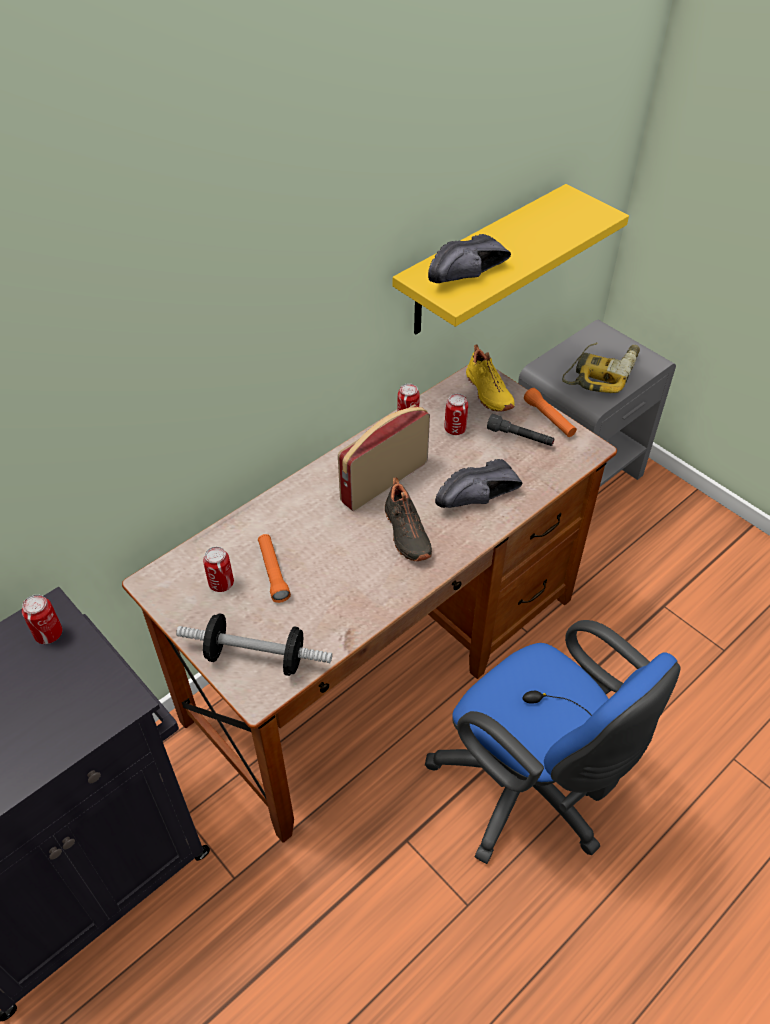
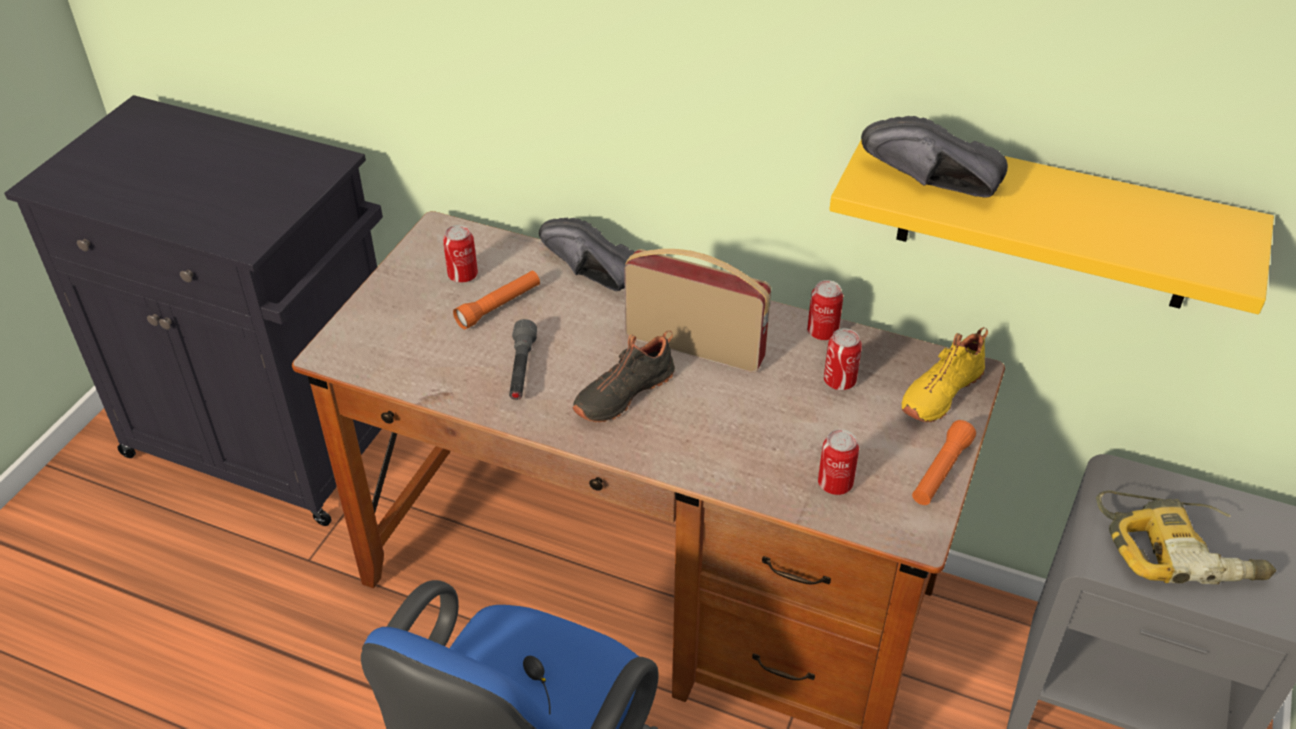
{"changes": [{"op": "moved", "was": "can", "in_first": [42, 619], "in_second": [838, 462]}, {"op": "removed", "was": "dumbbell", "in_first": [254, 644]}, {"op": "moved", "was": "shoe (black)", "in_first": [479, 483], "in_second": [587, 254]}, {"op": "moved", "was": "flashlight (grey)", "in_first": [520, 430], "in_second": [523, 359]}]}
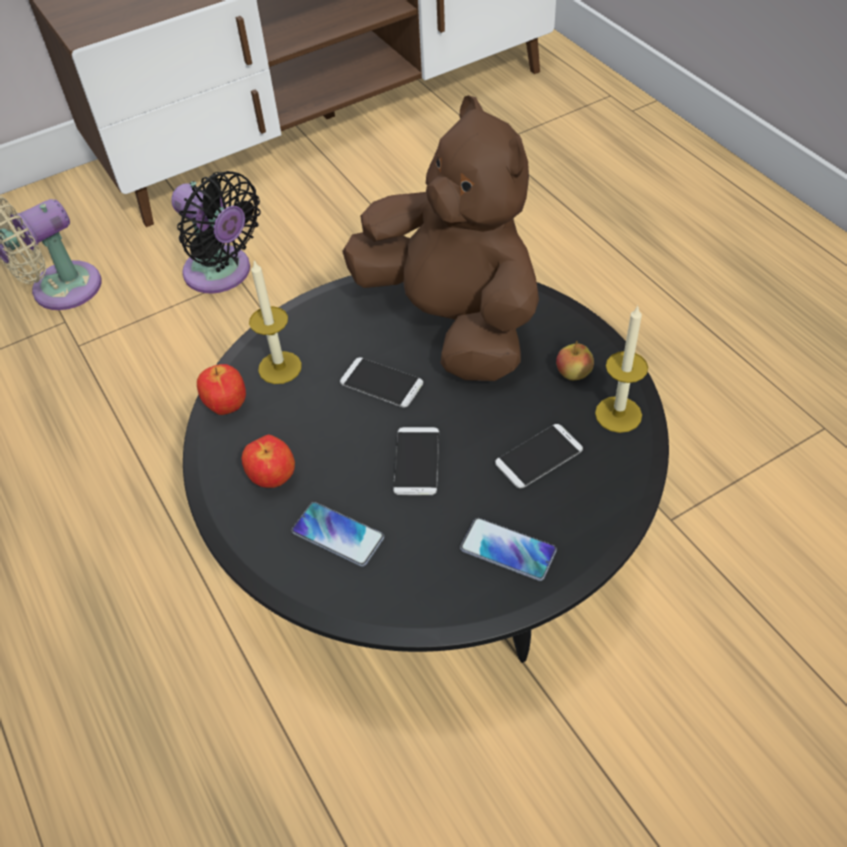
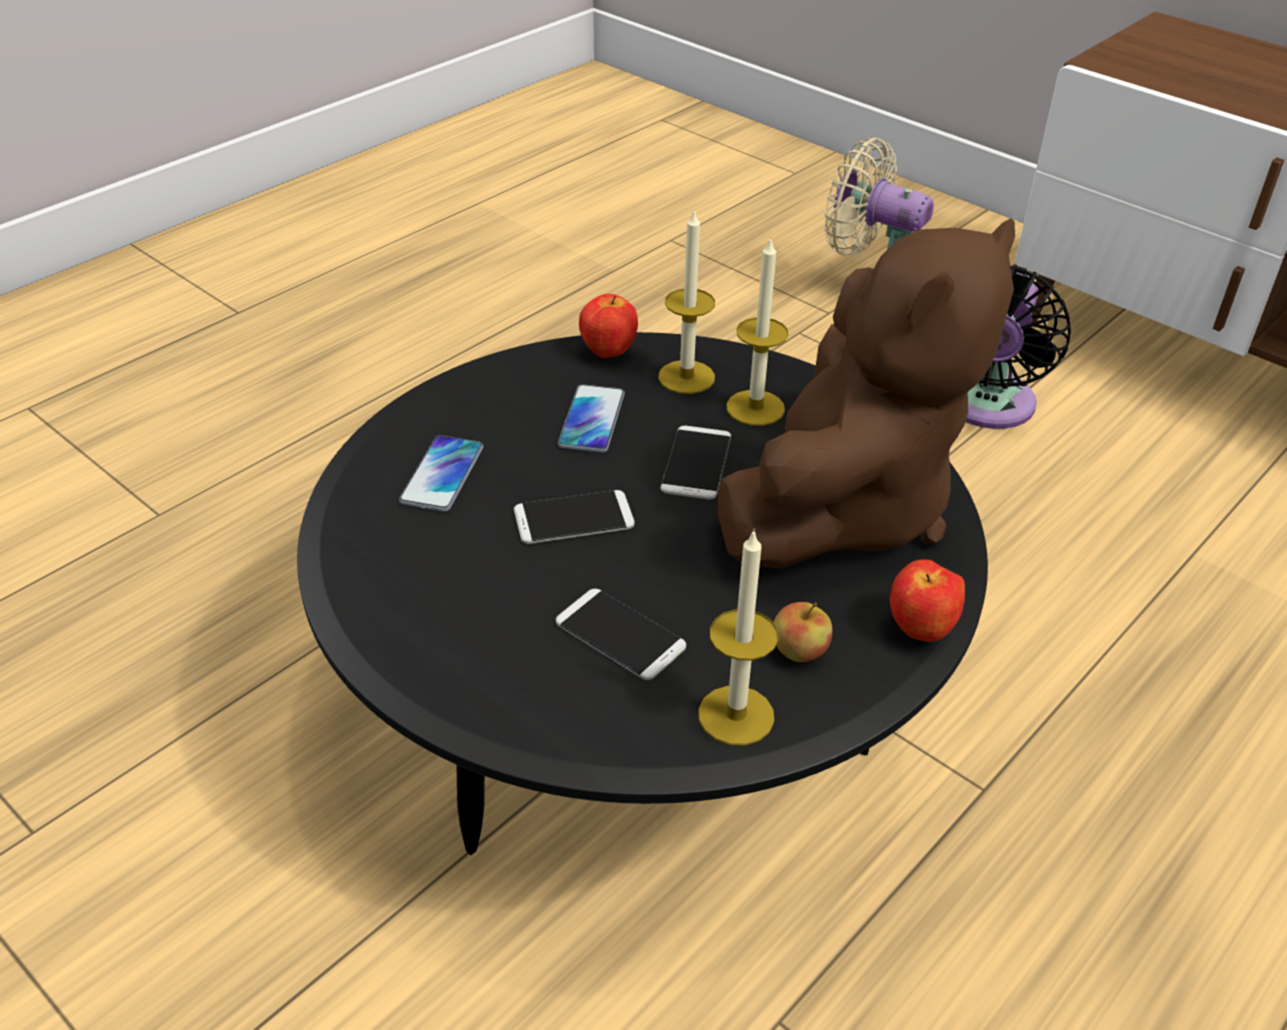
{"changes": [{"op": "moved", "was": "apple", "in_first": [268, 461], "in_second": [927, 601]}, {"op": "moved", "was": "phone", "in_first": [508, 549], "in_second": [591, 418]}, {"op": "added", "now": "candle", "in_second": [757, 332]}]}
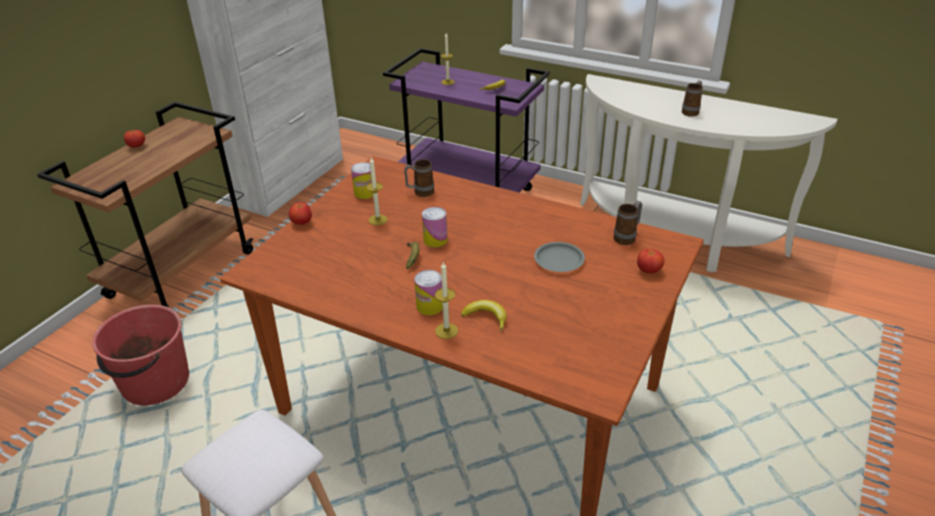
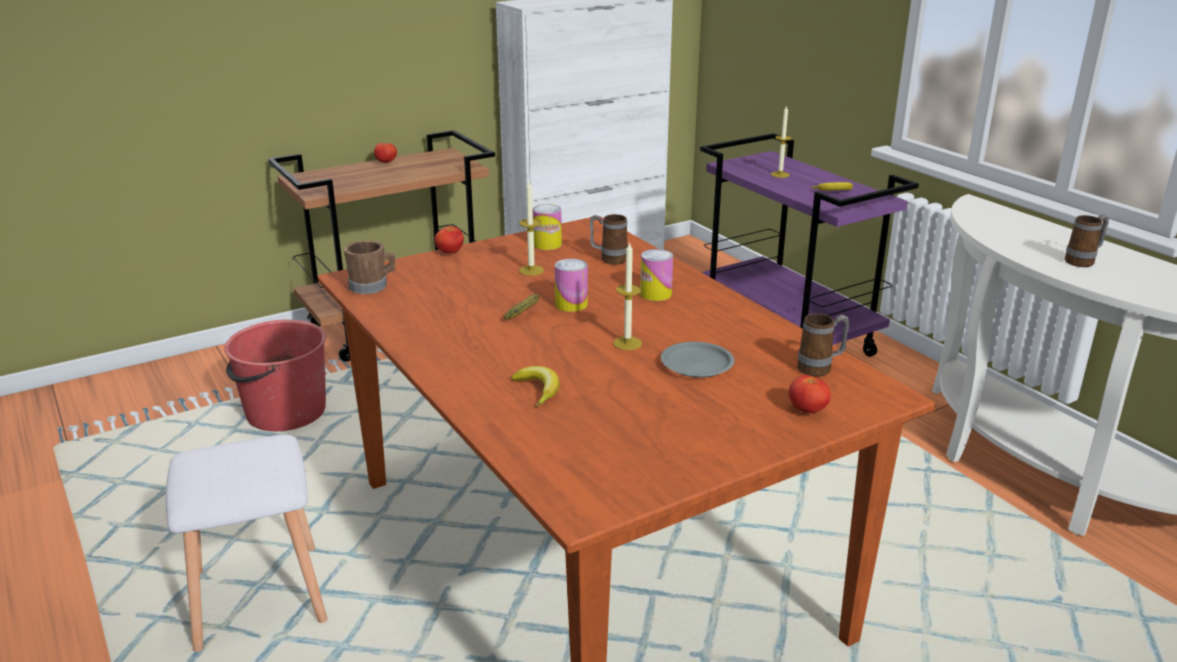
{"changes": [{"op": "moved", "was": "can", "in_first": [428, 292], "in_second": [656, 275]}, {"op": "moved", "was": "candle", "in_first": [446, 300], "in_second": [627, 296]}, {"op": "added", "now": "mug (brown)", "in_second": [369, 267]}]}
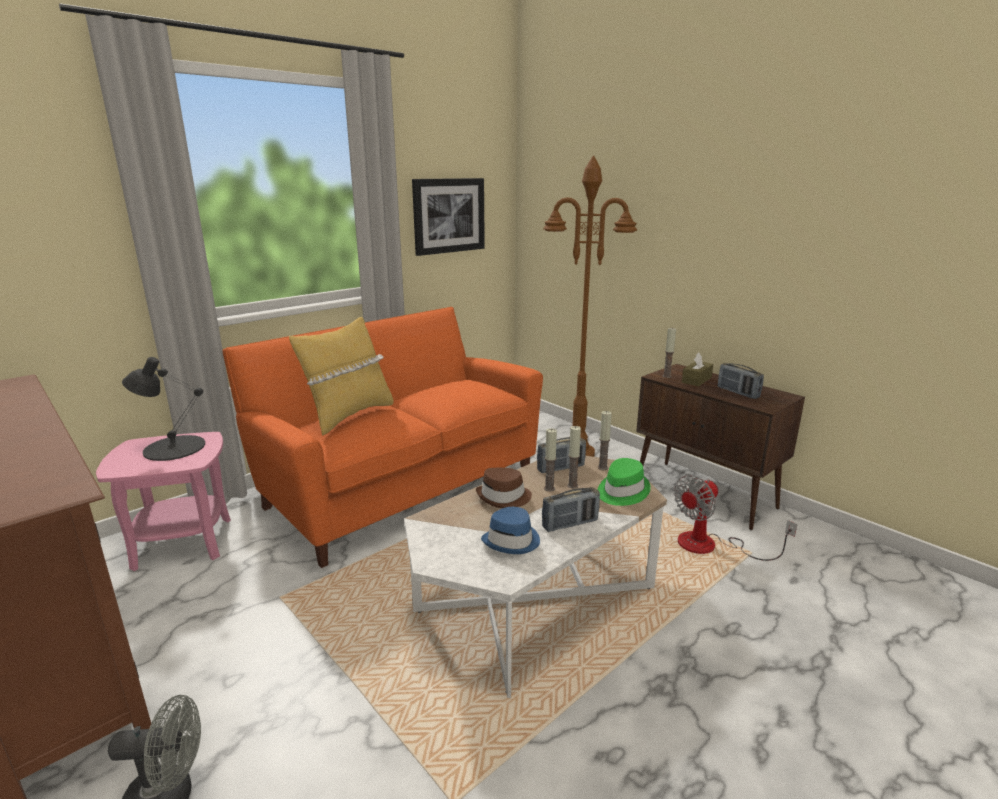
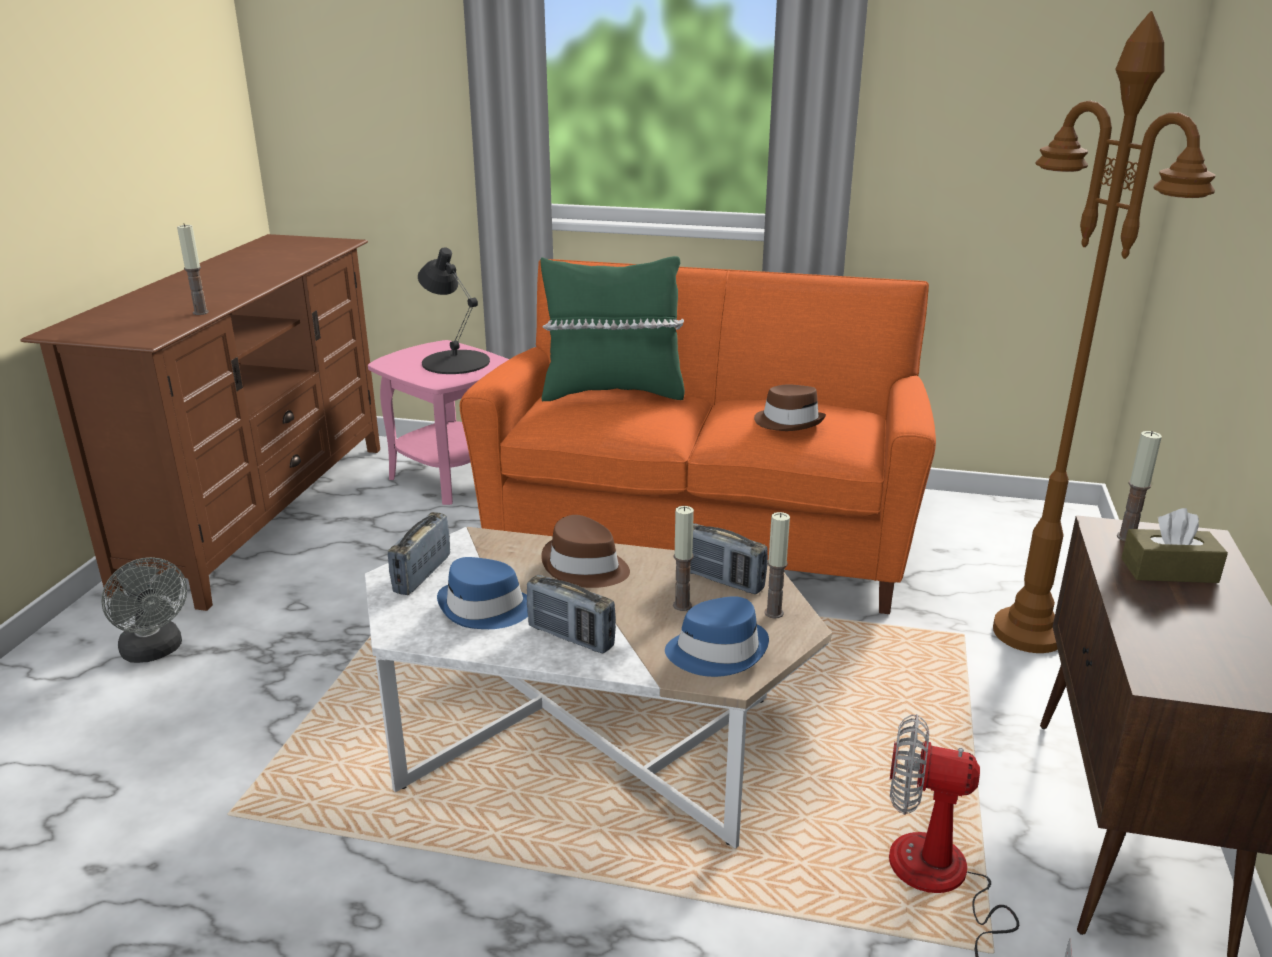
{"changes": [{"op": "recoloured", "was": "pillow (yellow)", "now": "pillow (green)", "in_first": [341, 376], "in_second": [612, 328]}, {"op": "removed", "was": "picture", "in_first": [448, 217]}, {"op": "moved", "was": "candle", "in_first": [550, 459], "in_second": [193, 269]}, {"op": "recoloured", "was": "hat (green)", "now": "hat (blue)", "in_first": [624, 482], "in_second": [717, 636]}, {"op": "moved", "was": "radio", "in_first": [741, 381], "in_second": [419, 553]}, {"op": "added", "now": "hat (brown)", "in_second": [790, 407]}]}
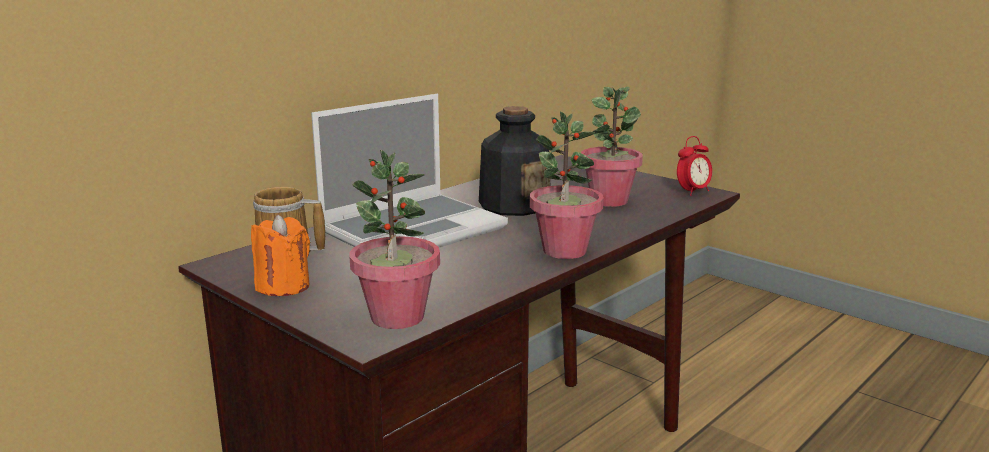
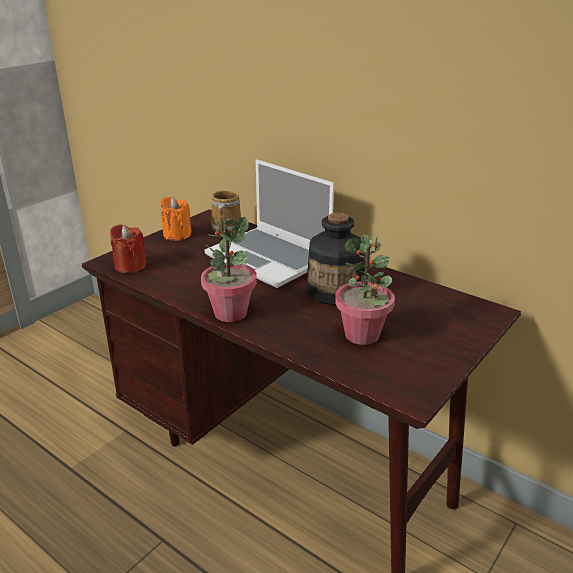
{"changes": [{"op": "replaced", "was": "potted plant", "now": "candle (red)", "in_first": [394, 239], "in_second": [128, 248]}, {"op": "removed", "was": "alarm clock", "in_first": [694, 166]}]}
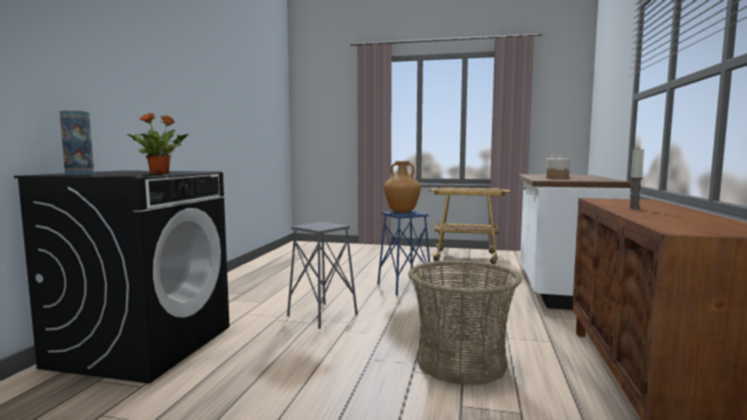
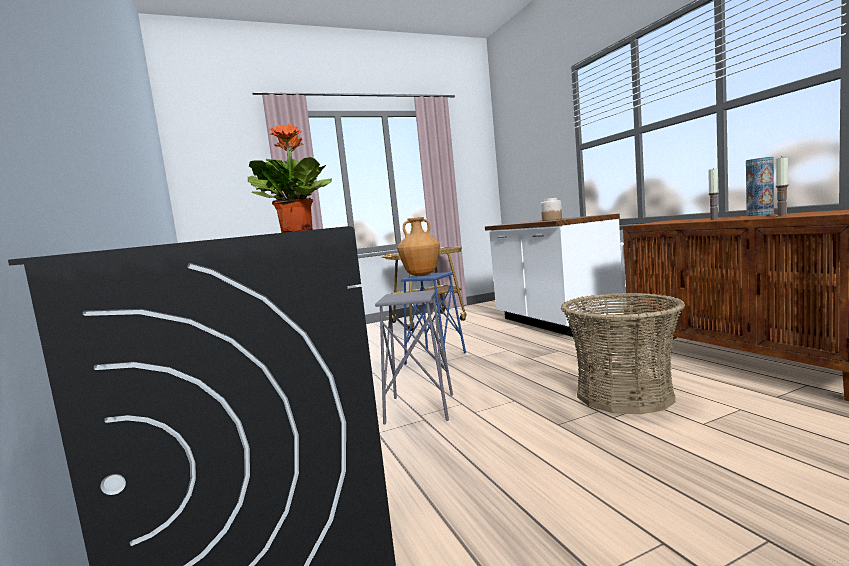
{"changes": [{"op": "moved", "was": "vase", "in_first": [77, 143], "in_second": [760, 186]}, {"op": "added", "now": "candle", "in_second": [782, 186]}]}
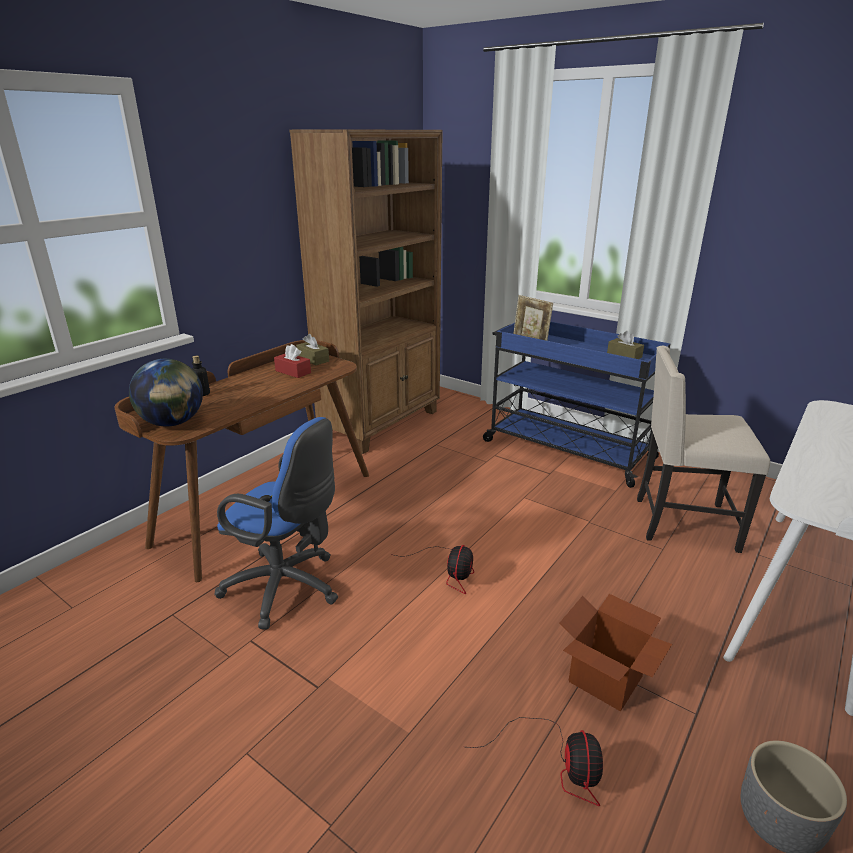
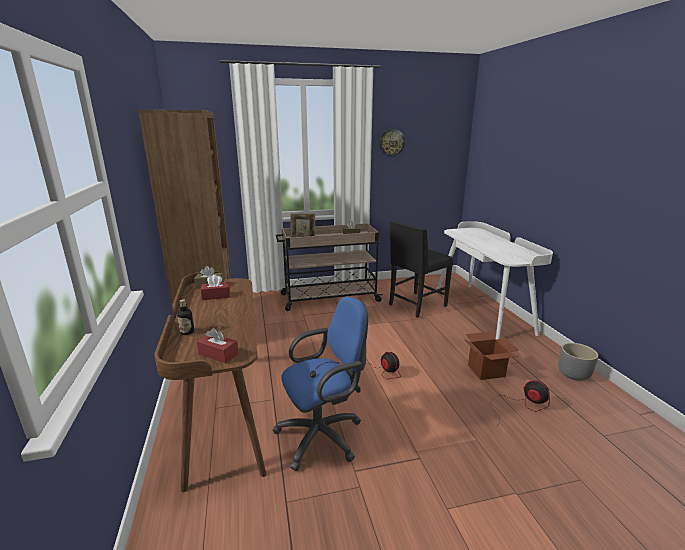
{"changes": [{"op": "replaced", "was": "globe", "now": "tissue box (red)", "in_first": [166, 393], "in_second": [218, 345]}, {"op": "recoloured", "was": "cart (blue)", "now": "cart (beige)", "in_first": [576, 404], "in_second": [329, 267]}, {"op": "recoloured", "was": "chair (beige)", "now": "chair (black)", "in_first": [703, 449], "in_second": [421, 269]}, {"op": "added", "now": "wall clock", "in_second": [392, 142]}]}
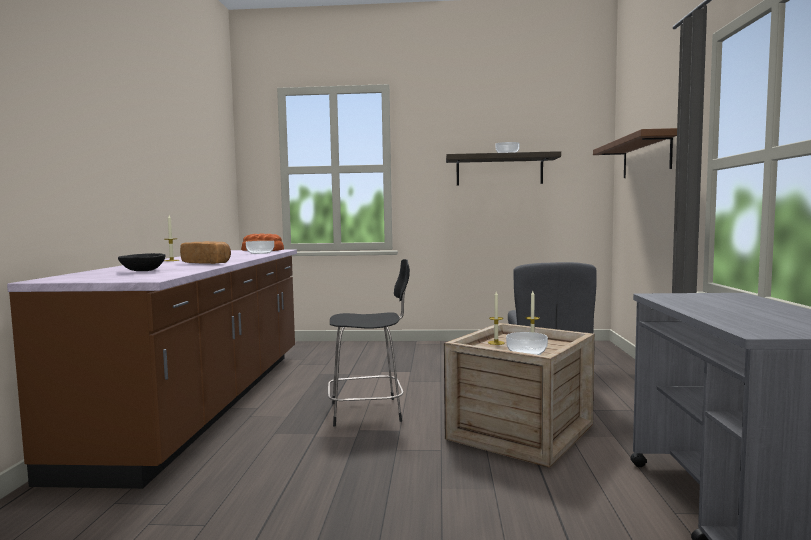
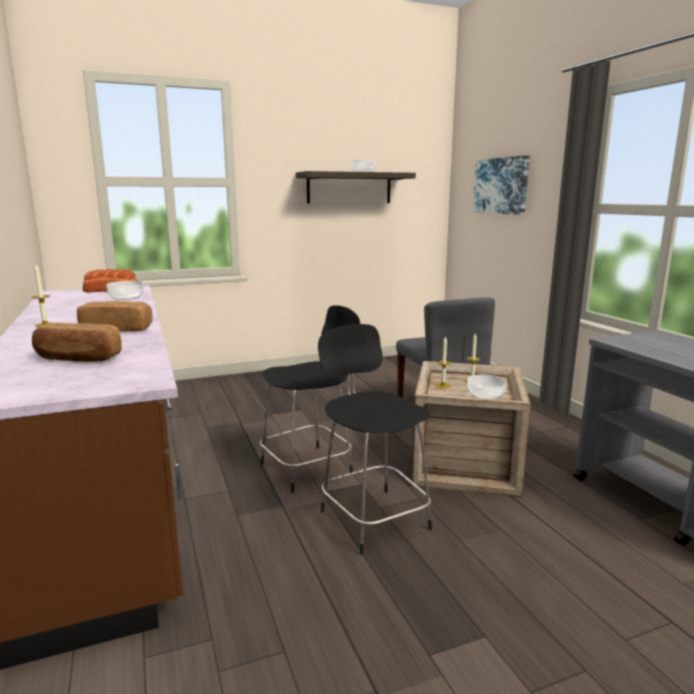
{"changes": [{"op": "replaced", "was": "bowl (black)", "now": "bread", "in_first": [142, 262], "in_second": [77, 342]}, {"op": "replaced", "was": "shelf (brown)", "now": "picture", "in_first": [635, 153], "in_second": [501, 185]}, {"op": "added", "now": "stool (black)", "in_second": [375, 439]}]}
